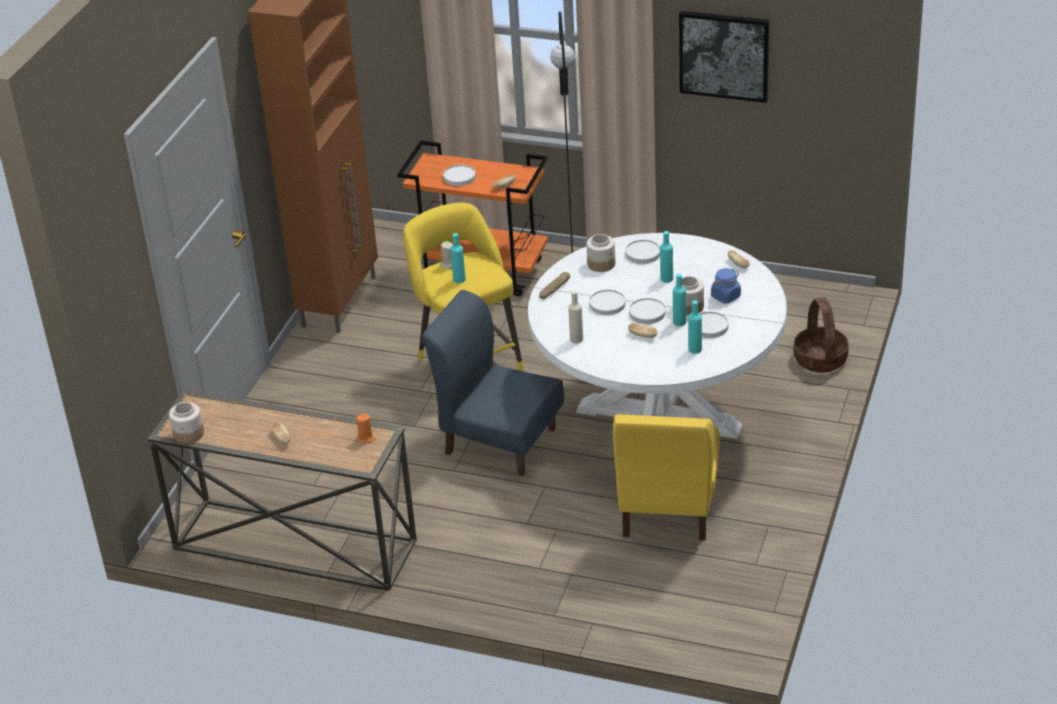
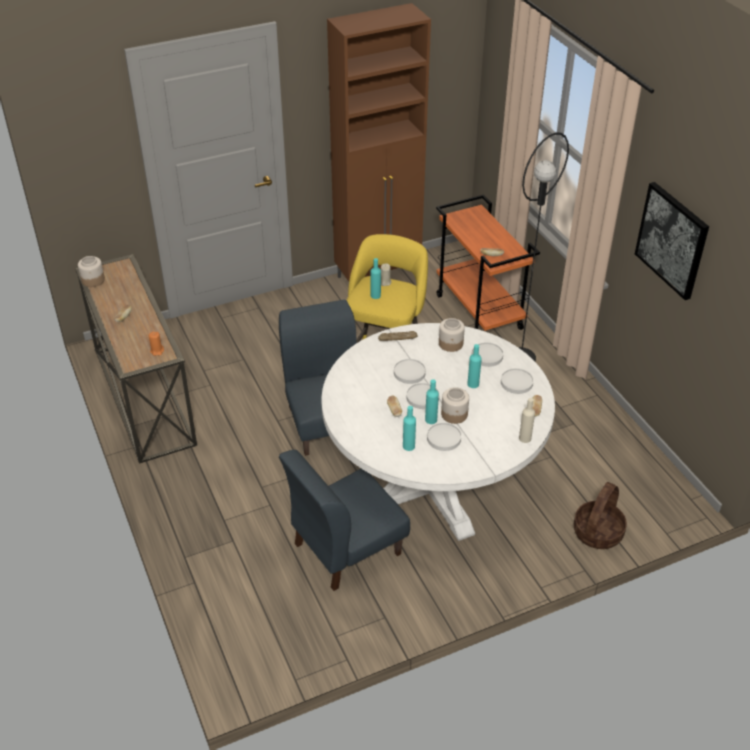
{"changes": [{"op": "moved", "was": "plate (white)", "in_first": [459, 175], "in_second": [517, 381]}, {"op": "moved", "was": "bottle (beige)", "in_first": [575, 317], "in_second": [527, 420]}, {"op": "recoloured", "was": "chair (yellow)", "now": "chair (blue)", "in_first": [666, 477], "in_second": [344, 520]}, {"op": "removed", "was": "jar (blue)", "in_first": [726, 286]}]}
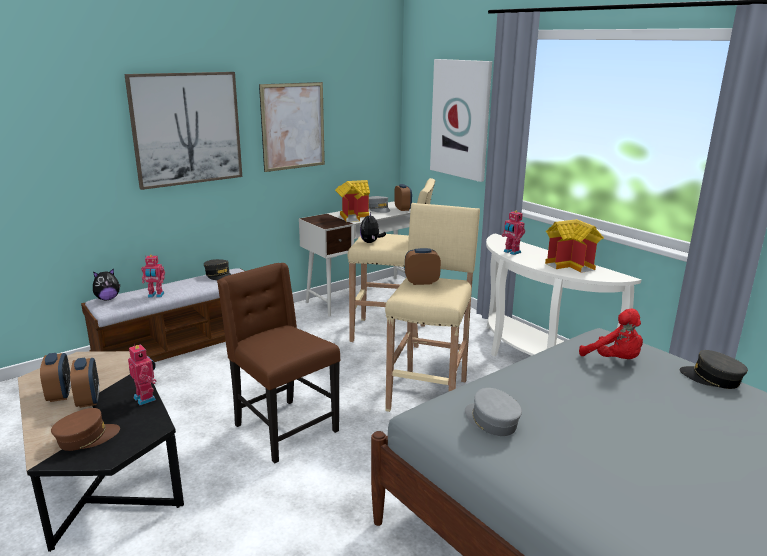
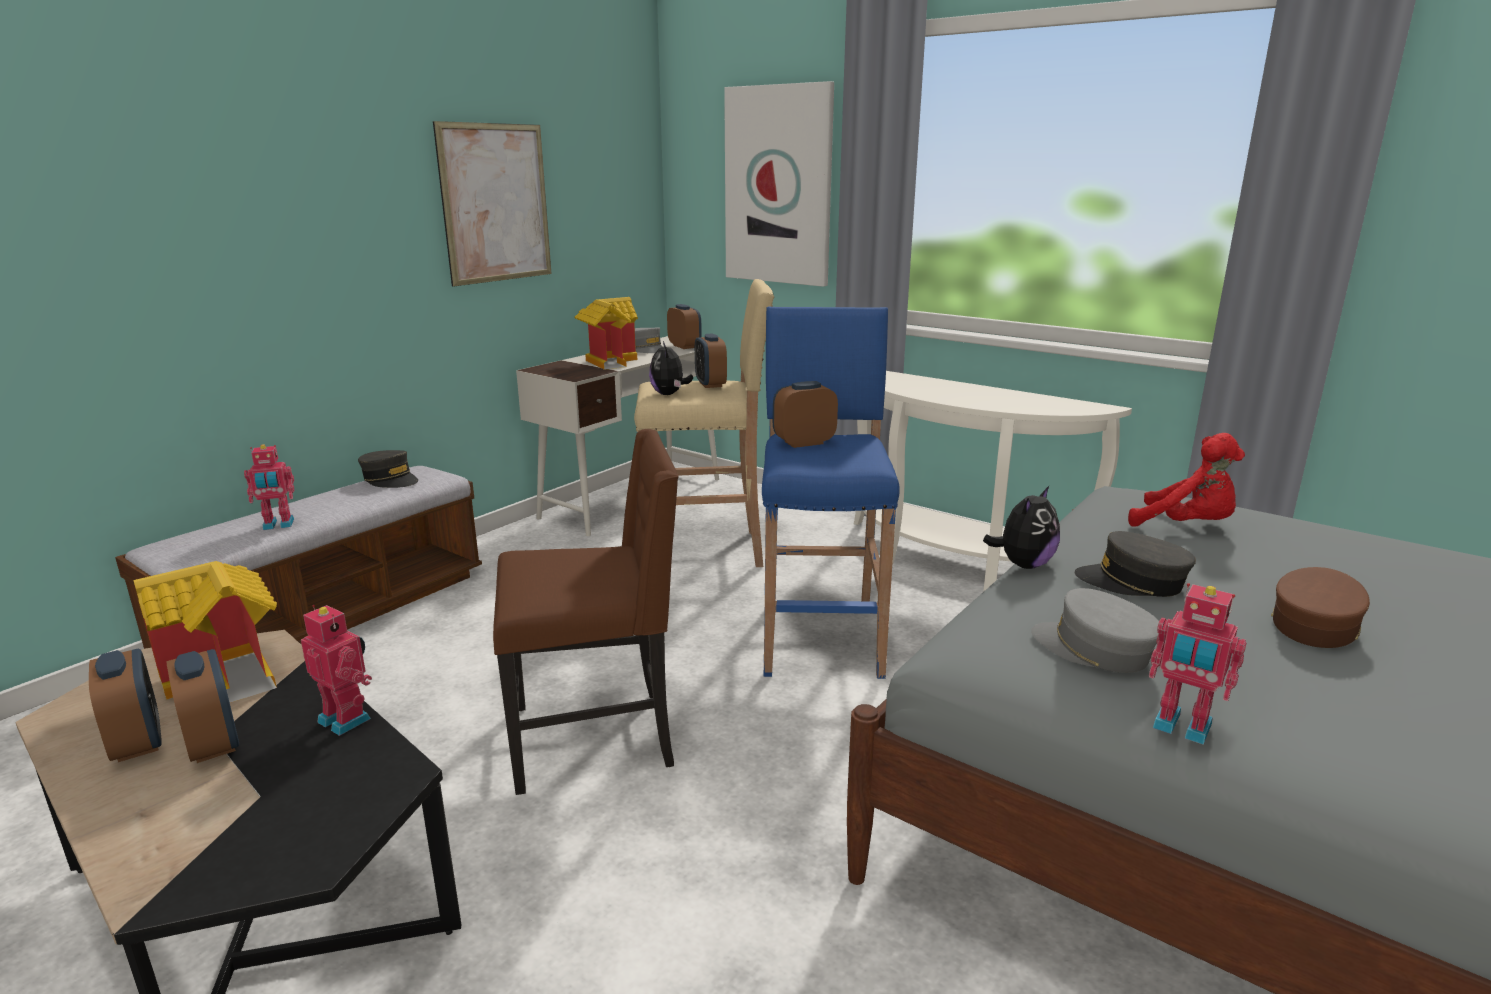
{"changes": [{"op": "moved", "was": "cap (brown)", "in_first": [85, 429], "in_second": [1320, 607]}, {"op": "moved", "was": "plush toy", "in_first": [106, 284], "in_second": [1021, 527]}, {"op": "removed", "was": "picture", "in_first": [183, 131]}, {"op": "turned", "was": "chair (brown)", "in_first": [278, 363], "in_second": [586, 612], "clockwise": 135}, {"op": "recoloured", "was": "stool (beige)", "now": "stool (blue)", "in_first": [432, 307], "in_second": [831, 493]}, {"op": "moved", "was": "toy robot", "in_first": [513, 232], "in_second": [1198, 664]}, {"op": "moved", "was": "toy house", "in_first": [574, 246], "in_second": [205, 632]}, {"op": "moved", "was": "cap (grey)", "in_first": [714, 369], "in_second": [1135, 564]}, {"op": "added", "now": "alarm clock", "in_second": [711, 361]}]}
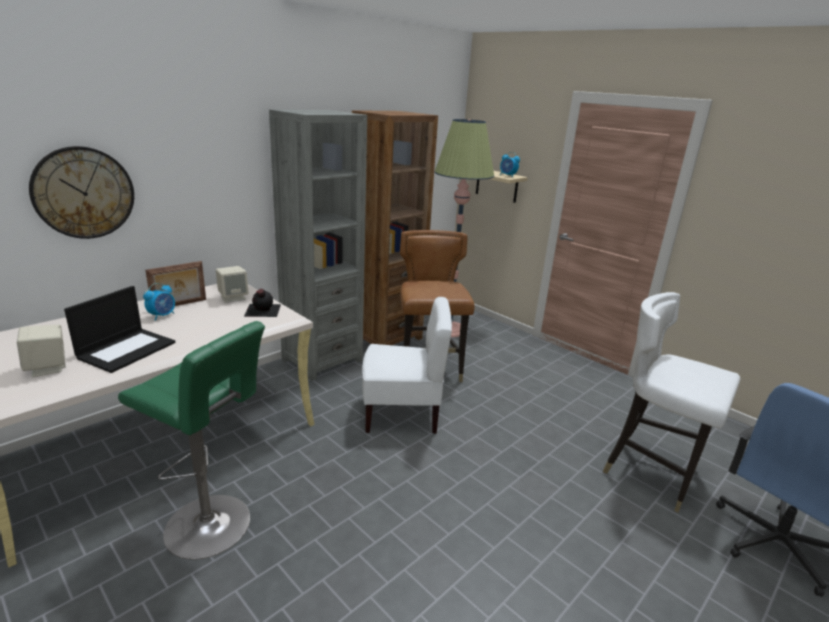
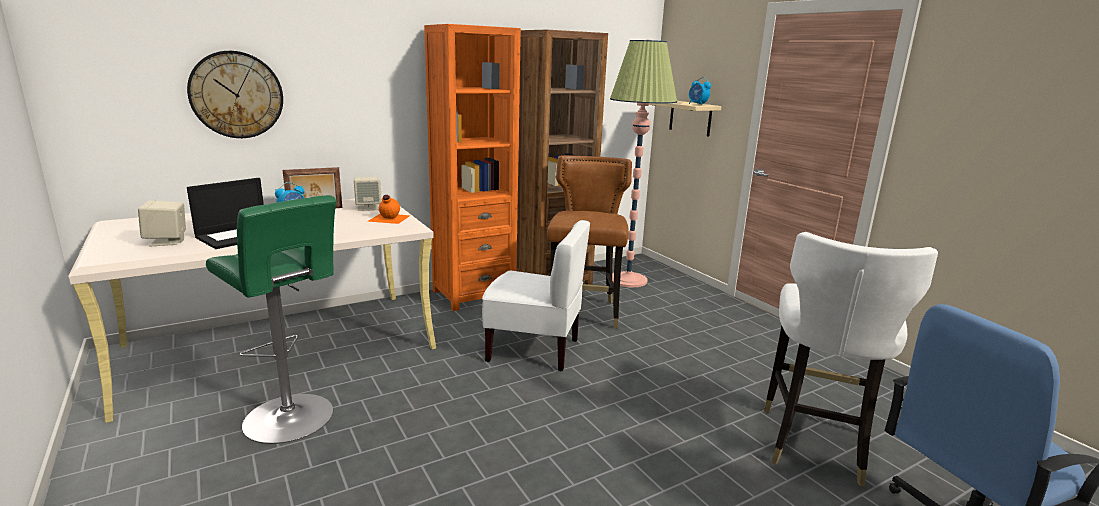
{"changes": [{"op": "recoloured", "was": "bottle (black)", "now": "bottle (orange)", "in_first": [262, 303], "in_second": [389, 209]}, {"op": "recoloured", "was": "bookcase (grey)", "now": "bookcase (orange)", "in_first": [318, 245], "in_second": [472, 167]}, {"op": "turned", "was": "chair (white)", "in_first": [671, 402], "in_second": [851, 359], "clockwise": -120}]}
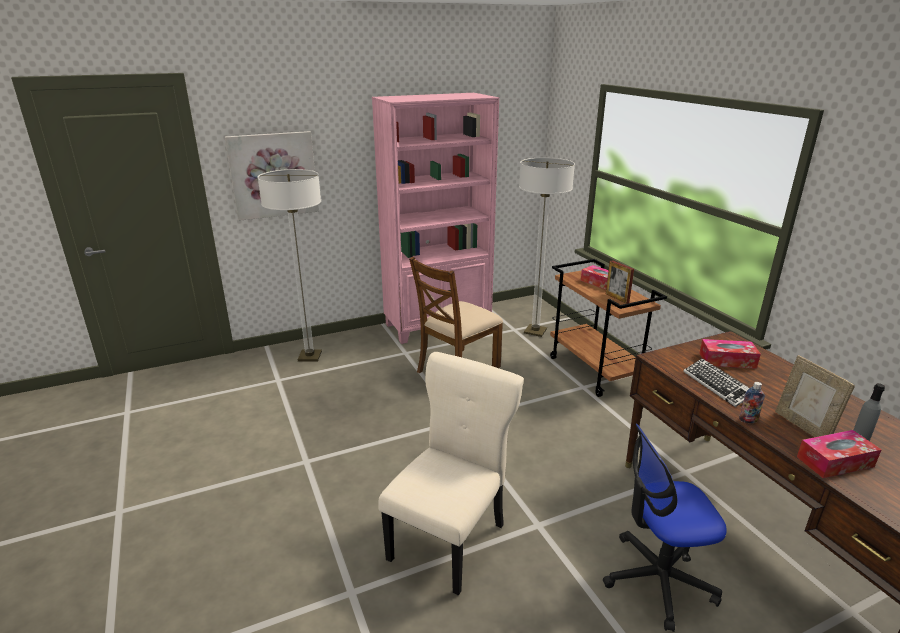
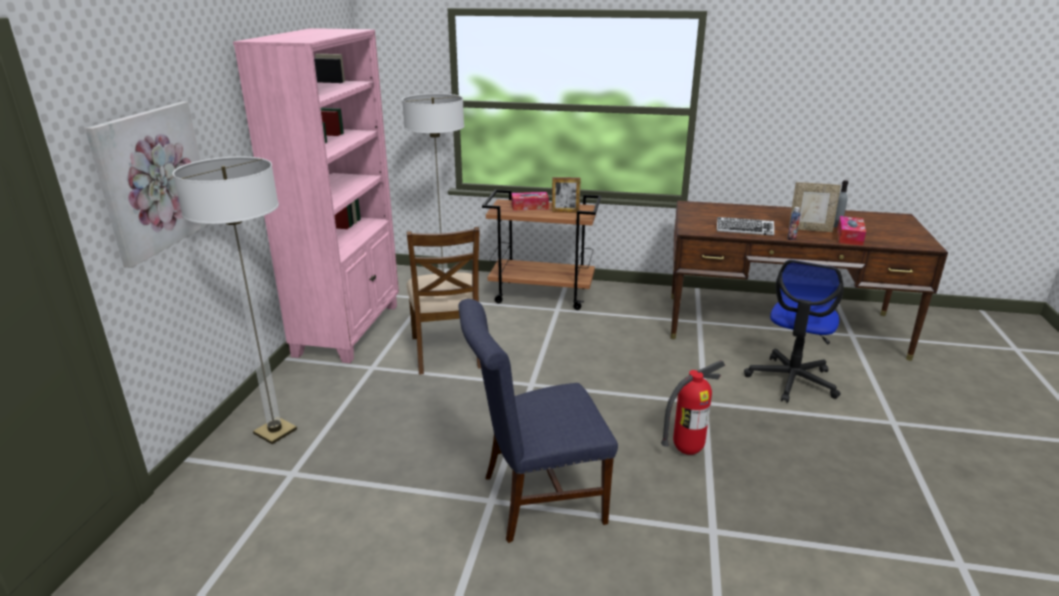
{"changes": [{"op": "replaced", "was": "chair (beige)", "now": "fire extinguisher", "in_first": [451, 474], "in_second": [693, 407]}, {"op": "removed", "was": "tissue box", "in_first": [730, 354]}, {"op": "added", "now": "chair (blue)", "in_second": [538, 421]}]}
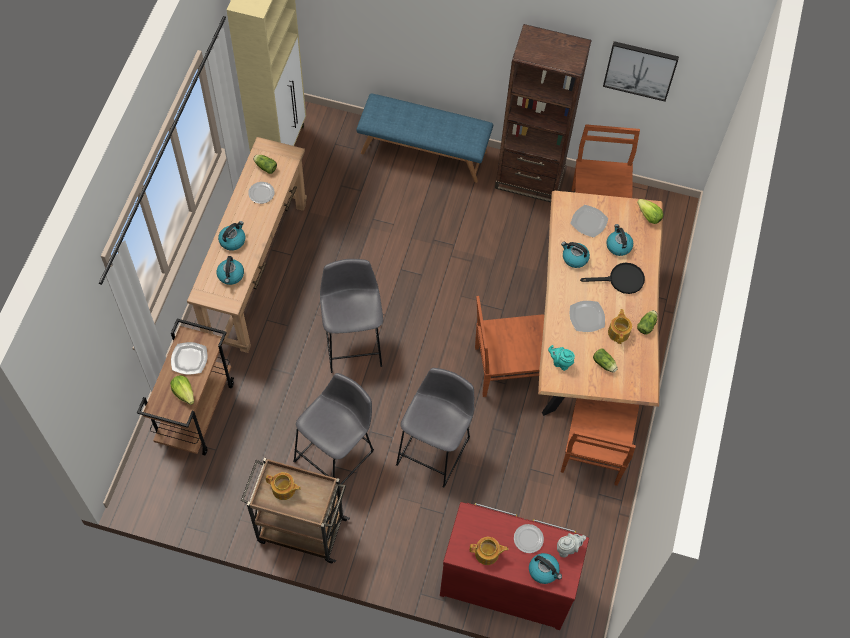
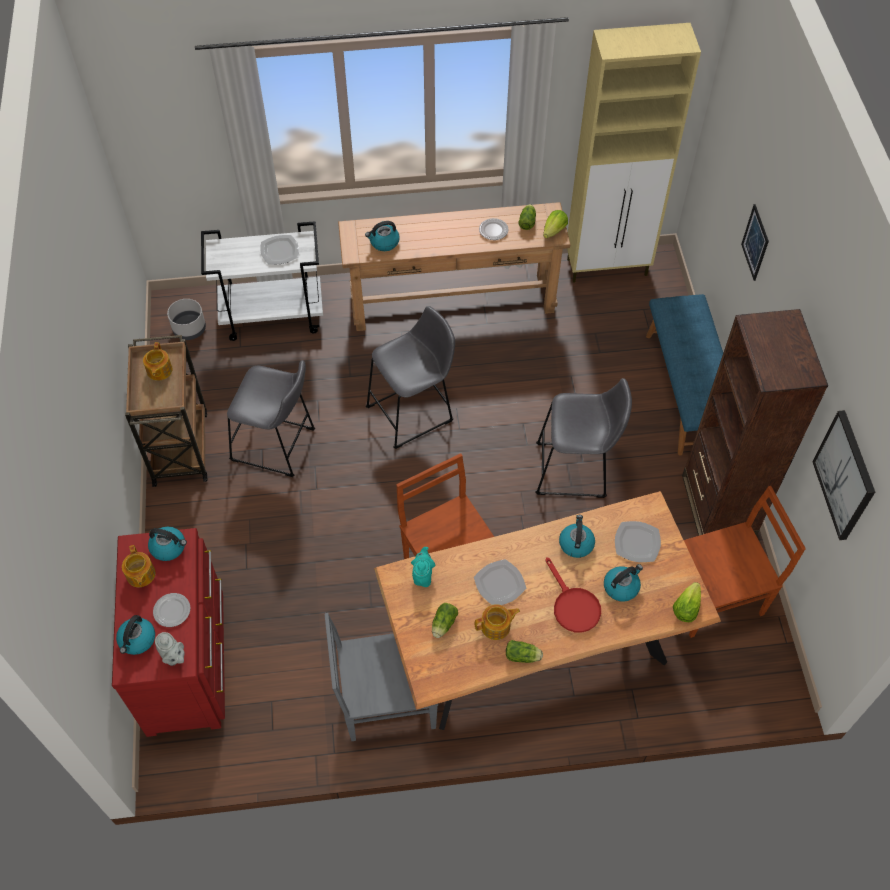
{"changes": [{"op": "recoloured", "was": "cart (brown)", "now": "cart (white)", "in_first": [185, 387], "in_second": [262, 281]}, {"op": "moved", "was": "lettuce", "in_first": [182, 390], "in_second": [555, 224]}, {"op": "moved", "was": "kettle", "in_first": [231, 236], "in_second": [167, 544]}, {"op": "moved", "was": "stool (grey)", "in_first": [435, 428], "in_second": [584, 438]}, {"op": "recoloured", "was": "chair (brown)", "now": "chair (grey)", "in_first": [600, 442], "in_second": [381, 677]}, {"op": "recoloured", "was": "frying pan (black)", "now": "frying pan (red)", "in_first": [612, 278], "in_second": [573, 595]}, {"op": "added", "now": "planter (grey)", "in_second": [186, 319]}, {"op": "added", "now": "picture", "in_second": [755, 242]}]}
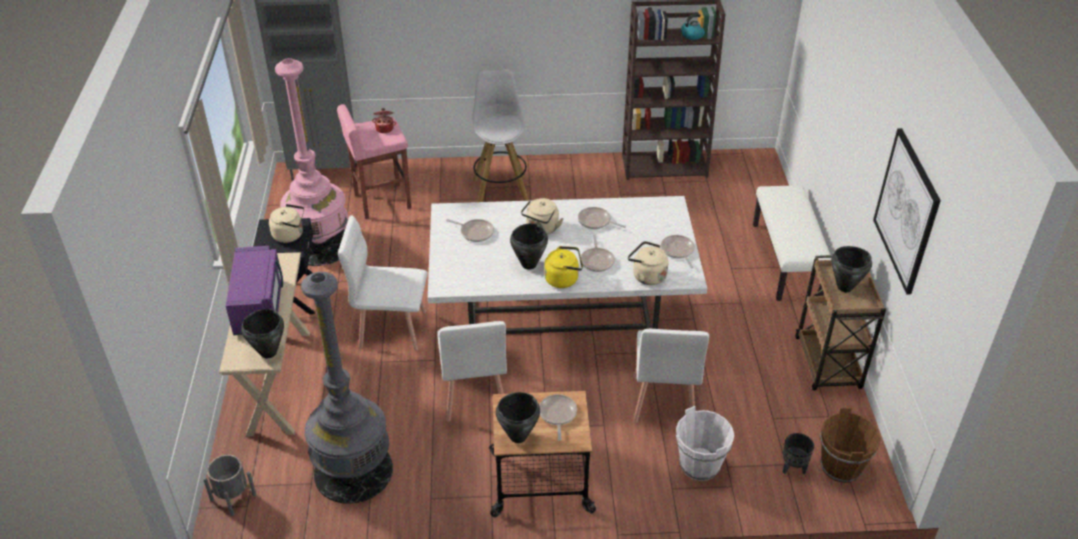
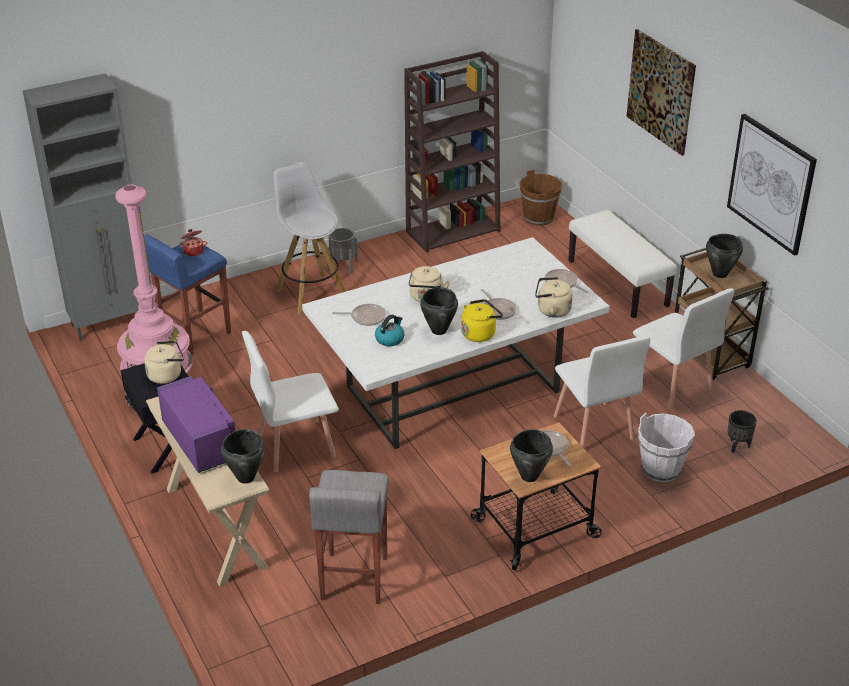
{"changes": [{"op": "moved", "was": "planter (grey)", "in_first": [230, 485], "in_second": [342, 251]}, {"op": "replaced", "was": "floor lamp (grey)", "now": "stool (grey)", "in_first": [347, 388], "in_second": [349, 537]}, {"op": "recoloured", "was": "stool (pink)", "now": "stool (blue)", "in_first": [374, 161], "in_second": [187, 295]}, {"op": "moved", "was": "chair (white)", "in_first": [472, 371], "in_second": [684, 349]}, {"op": "removed", "was": "frying pan", "in_first": [602, 218]}, {"op": "moved", "was": "kettle", "in_first": [693, 26], "in_second": [389, 330]}, {"op": "moved", "was": "bucket (brown)", "in_first": [850, 445], "in_second": [540, 198]}, {"op": "added", "now": "picture", "in_second": [661, 92]}]}
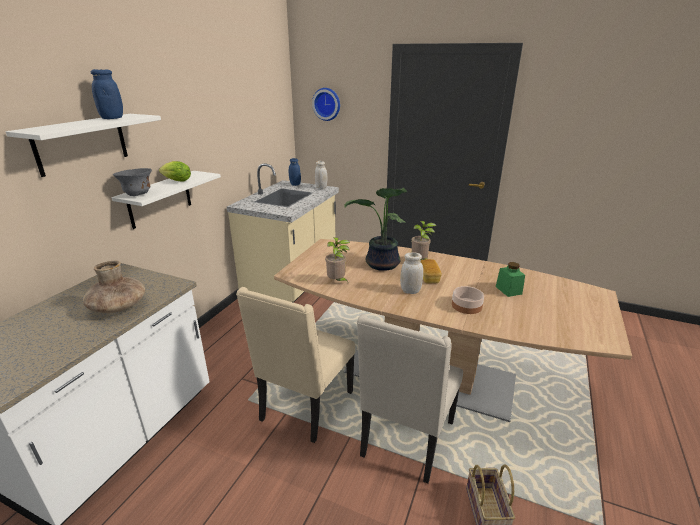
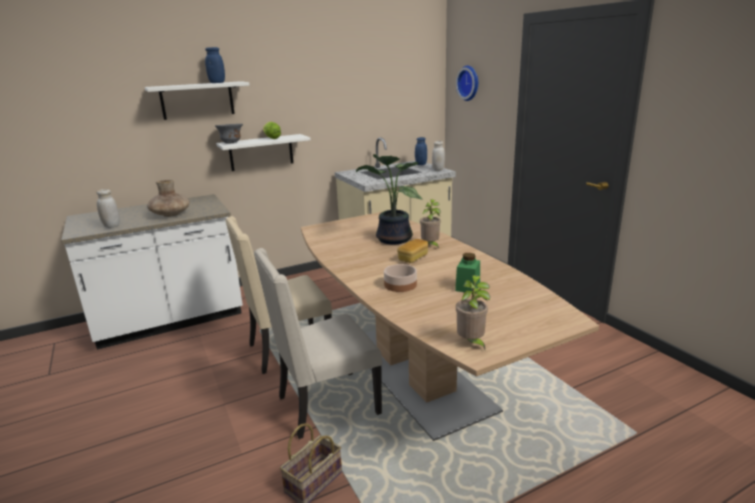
{"changes": [{"op": "moved", "was": "potted plant", "in_first": [337, 260], "in_second": [473, 312]}, {"op": "moved", "was": "jar (white)", "in_first": [411, 273], "in_second": [108, 208]}]}
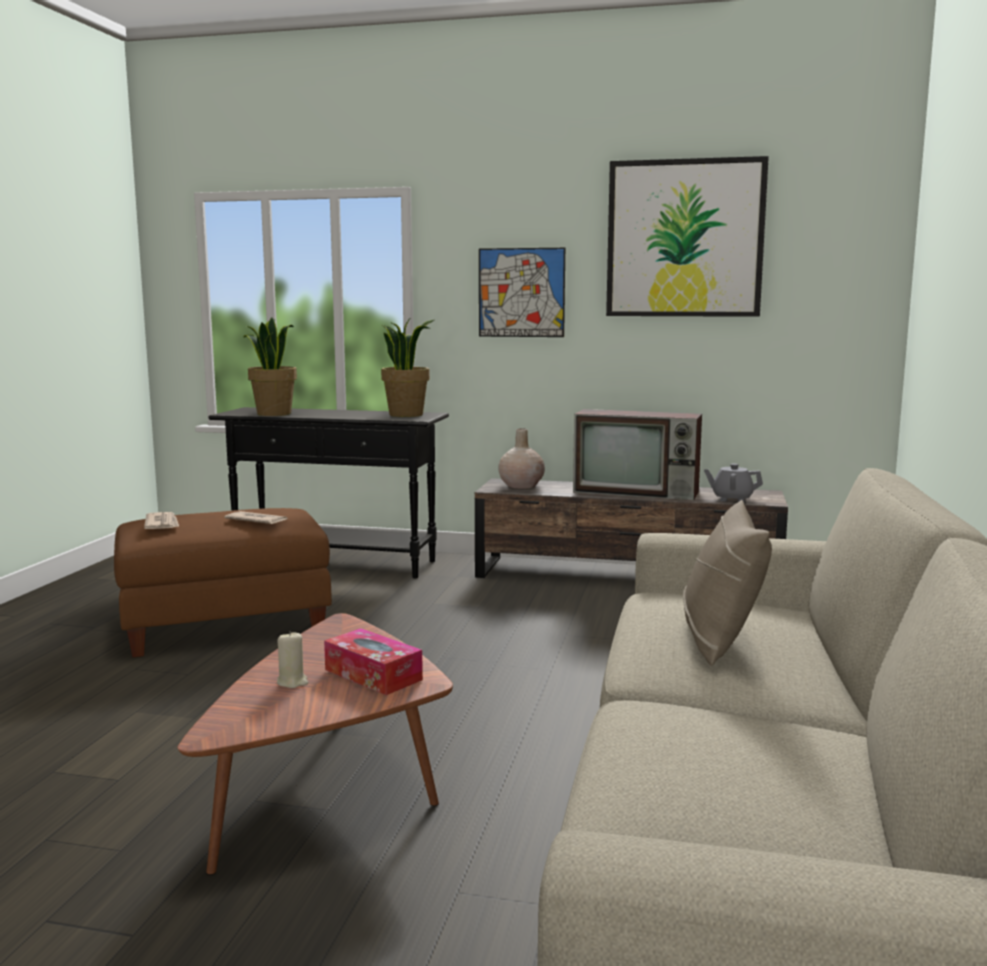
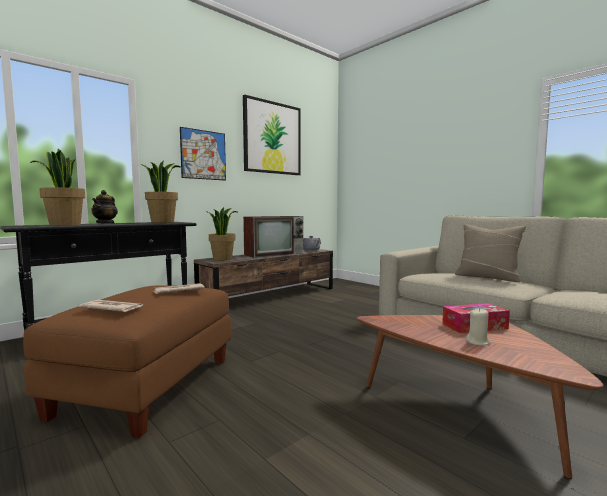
{"changes": [{"op": "replaced", "was": "vase (beige)", "now": "potted plant", "in_first": [521, 459], "in_second": [221, 234]}, {"op": "added", "now": "teapot", "in_second": [104, 207]}]}
